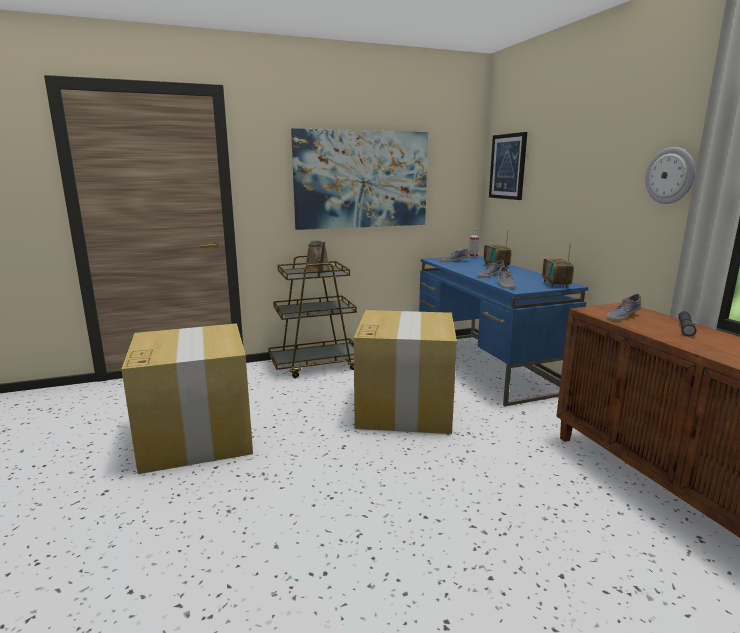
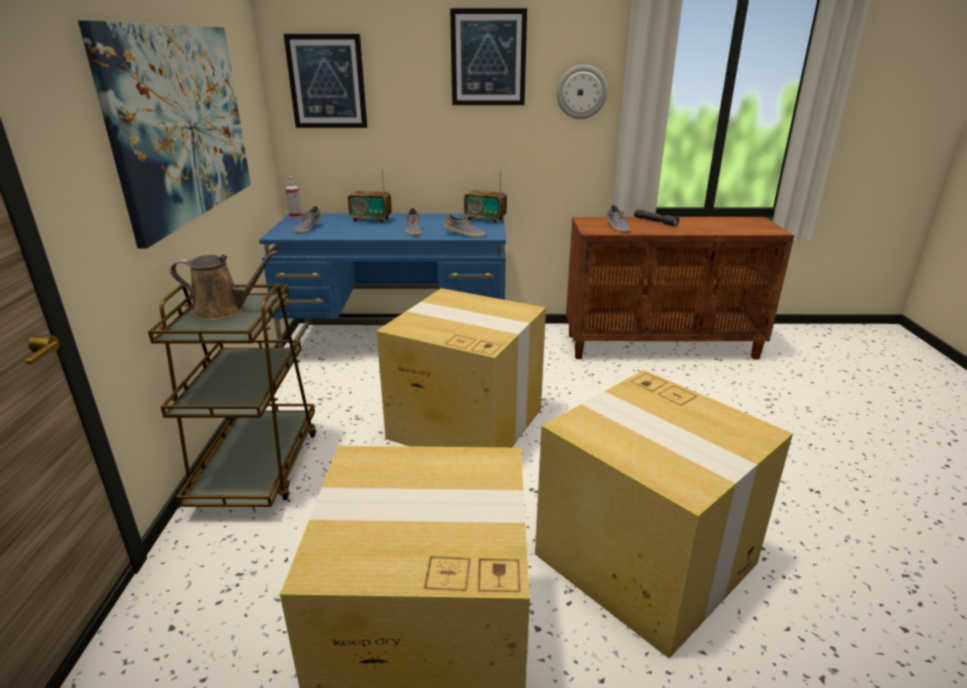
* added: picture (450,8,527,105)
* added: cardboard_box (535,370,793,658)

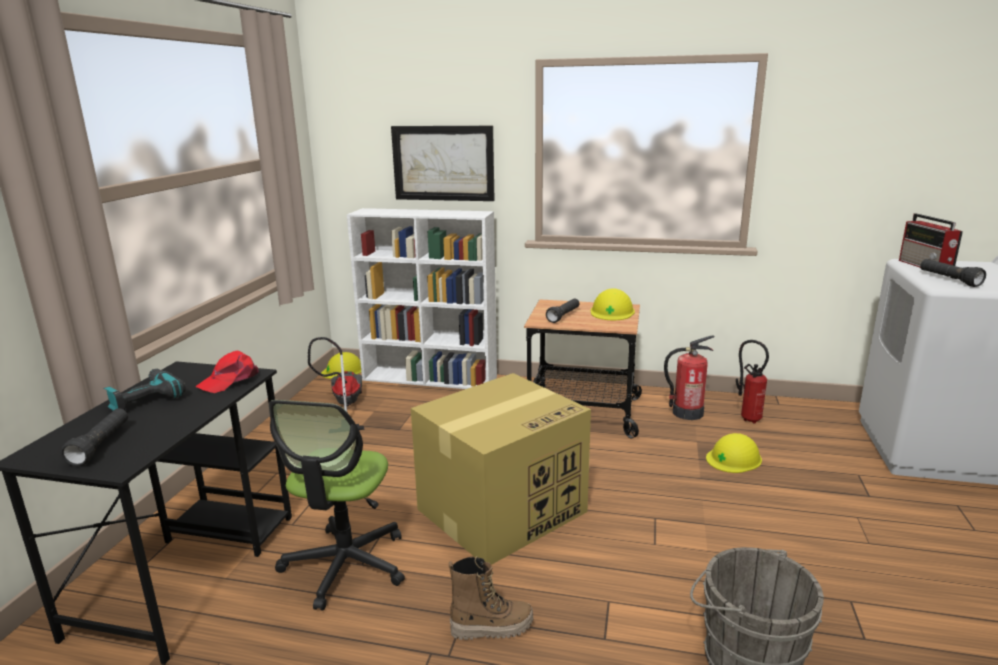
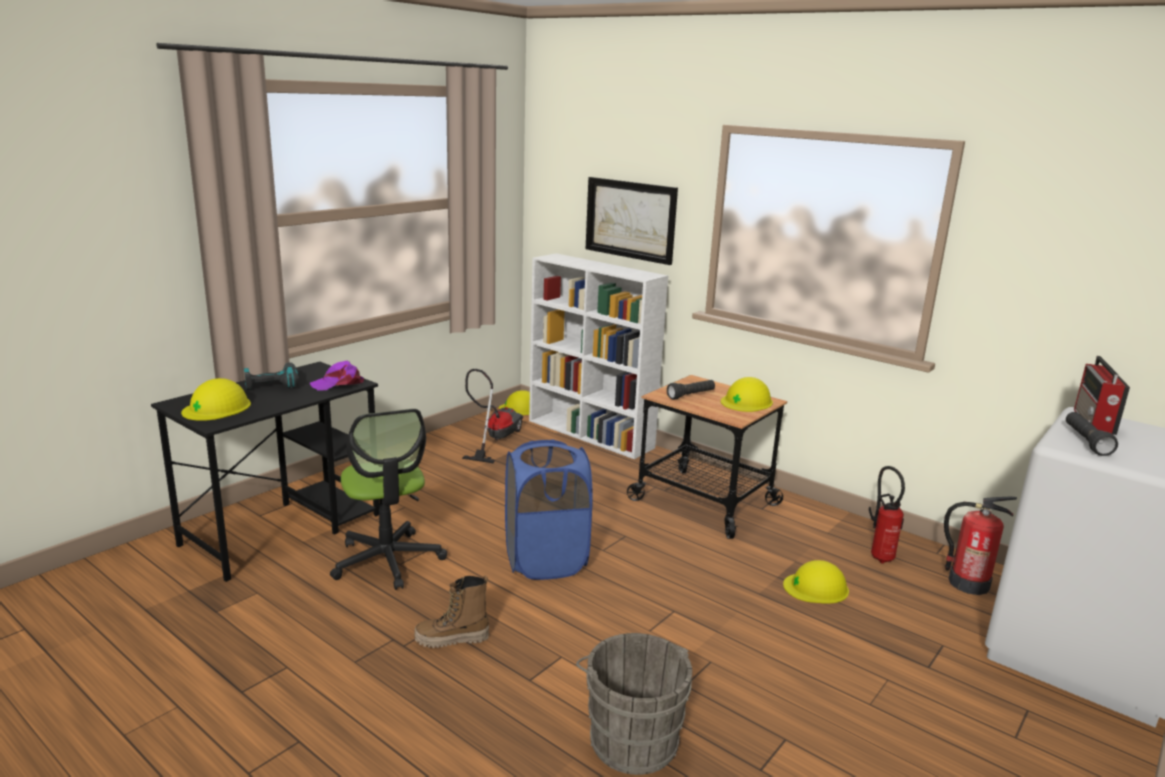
* replaced: blackish_torch (61,408,128,466) to yellowish_hard_hat (181,378,251,421)
* recoloured: red-coloured_cap (195,350,259,393) to purple_cap (309,361,364,391)
* turned: computer_chair (269,400,405,611) = (330,409,447,590) 60 degrees counterclockwise
* replaced: cardboard_box (411,373,591,565) to blue-coloured_hamper (505,439,593,580)
* turned: tall_boot (449,556,533,640) = (415,575,489,648) 150 degrees clockwise
* moved: fire_extinguisher (664,335,714,420) to (944,497,1017,595)

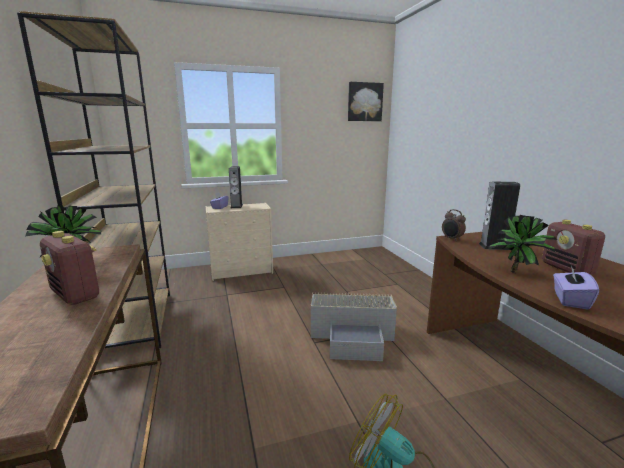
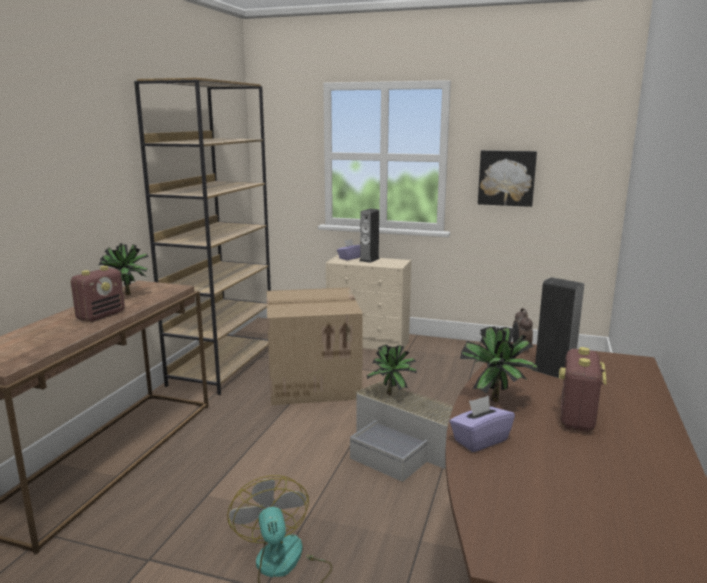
* turned: radio_receiver (40,231,99,305) = (71,266,125,322) 135 degrees counterclockwise
* moved: picture (348,82,384,121) to (478,150,537,207)
* added: cardboard_box (267,288,363,405)
* added: plant_in_a_pot (367,345,417,395)

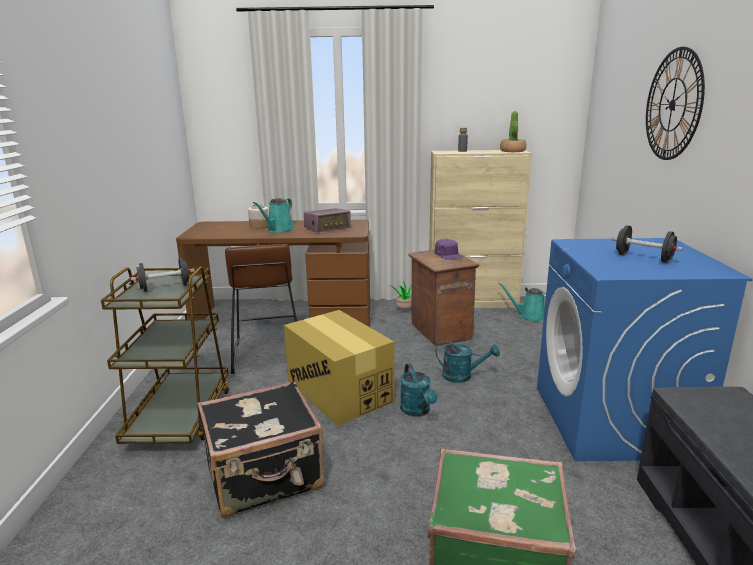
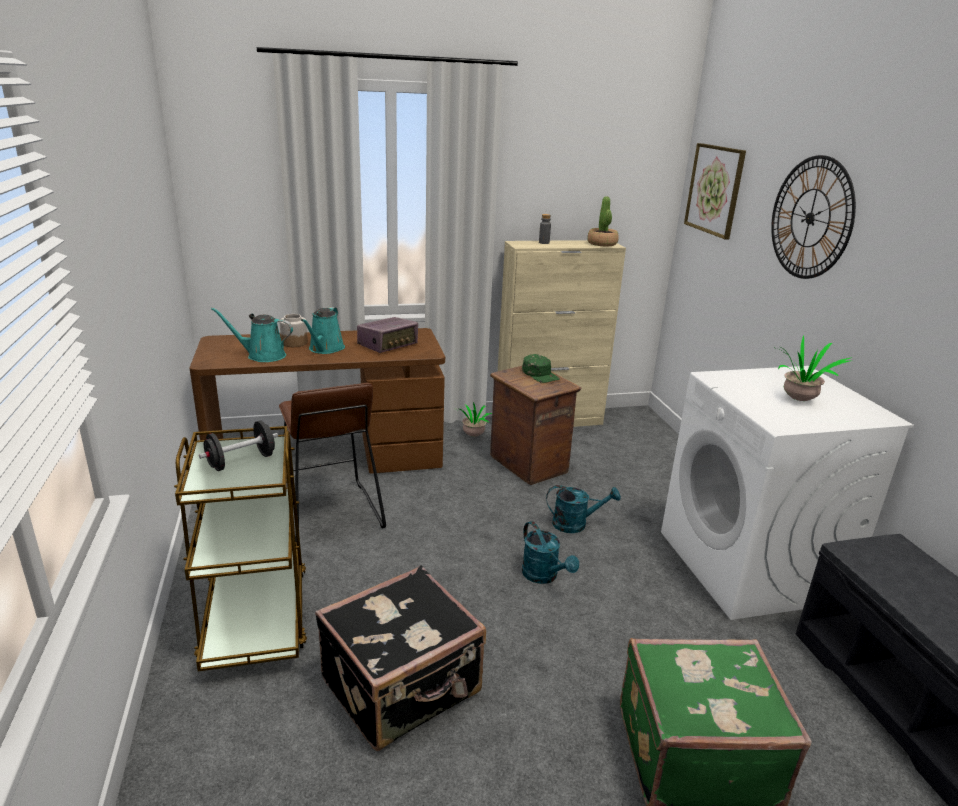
* removed: cardboard_box (284,310,395,426)
* recoloured: purple_cap (435,238,464,260) to greenish_cap (522,354,560,383)
* moved: turquoise_sprinkling_can (498,282,546,321) to (211,308,293,362)
* recoloured: blue-coloured_washing_machine (537,238,753,461) to whitish_washing_machine (661,366,914,620)
* replaced: blackish_free_weight (612,225,683,263) to plant_in_a_pot (773,336,853,401)
* added: picture (684,143,746,239)

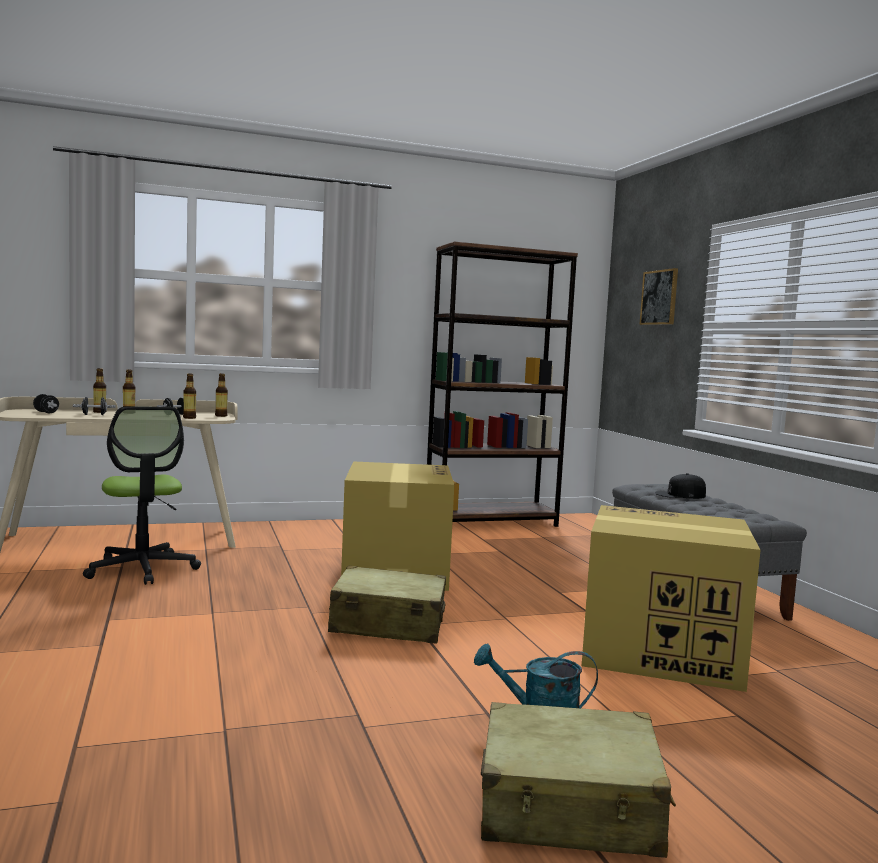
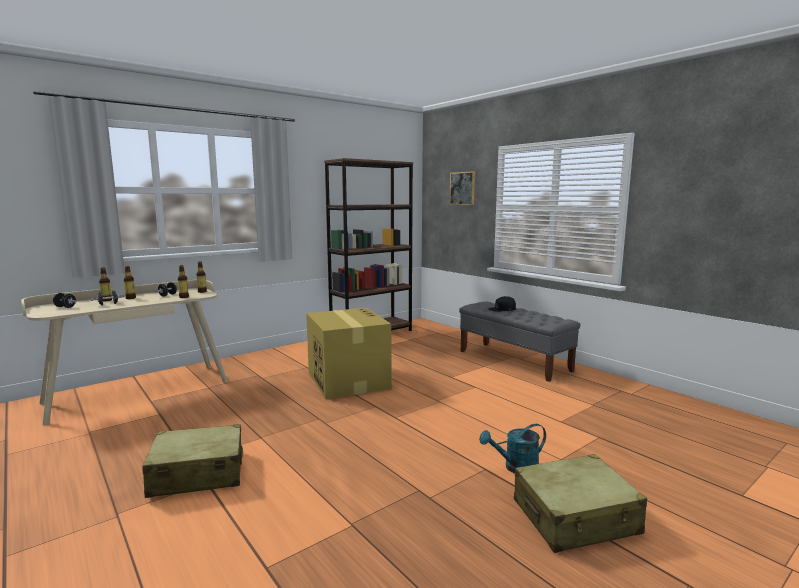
* removed: computer_chair (83,406,201,585)
* moved: beige_piece_of_luggage (328,566,446,643) to (142,424,243,498)
* removed: cardboard_box (582,505,761,692)

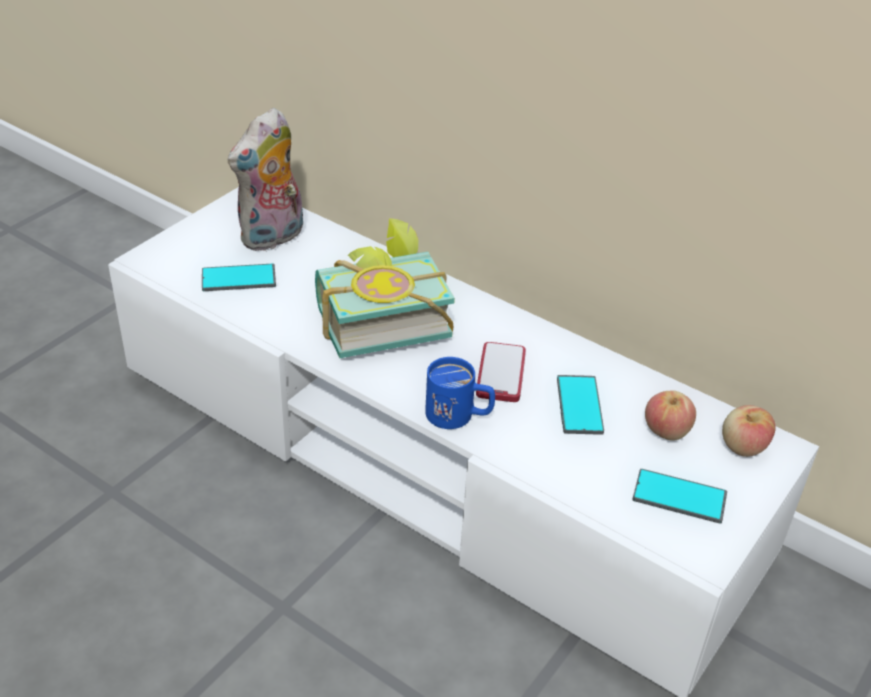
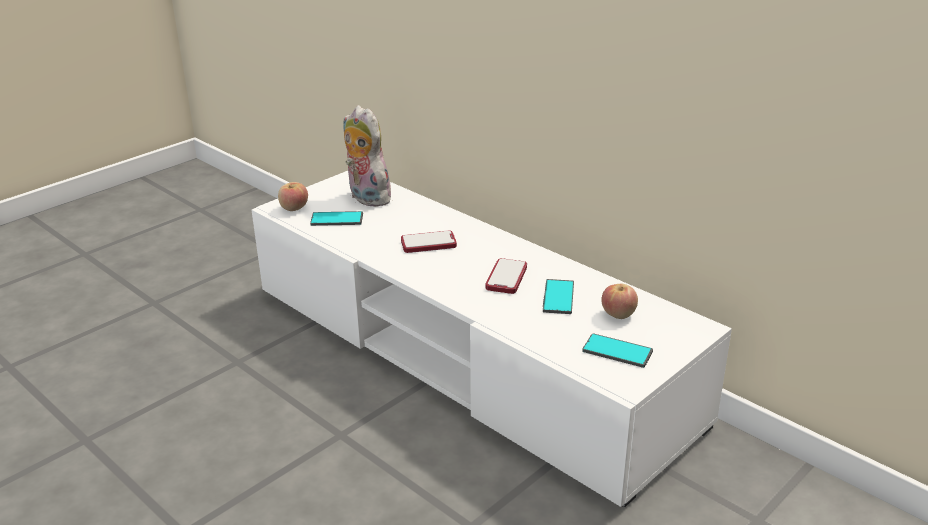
* turned: soft_toy (228,108,303,252) = (343,105,391,207) 90 degrees clockwise
* replaced: volume (315,219,455,358) to phone (401,230,457,253)
* removed: blue-coloured_mug (425,357,495,429)
* moved: whole_apple (722,405,776,457) to (278,182,308,211)

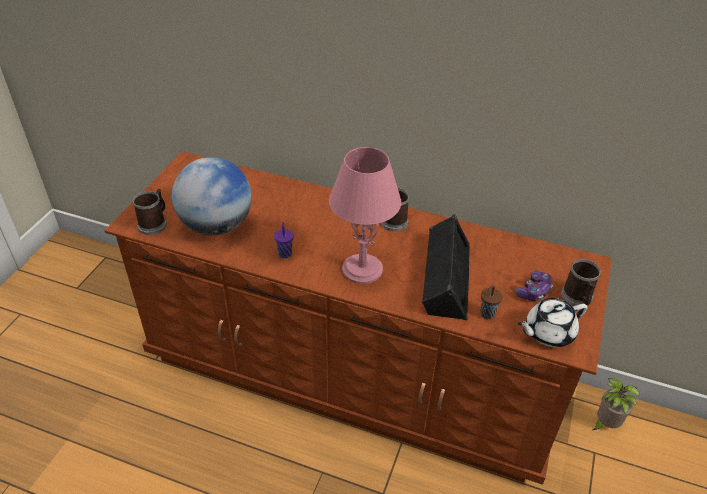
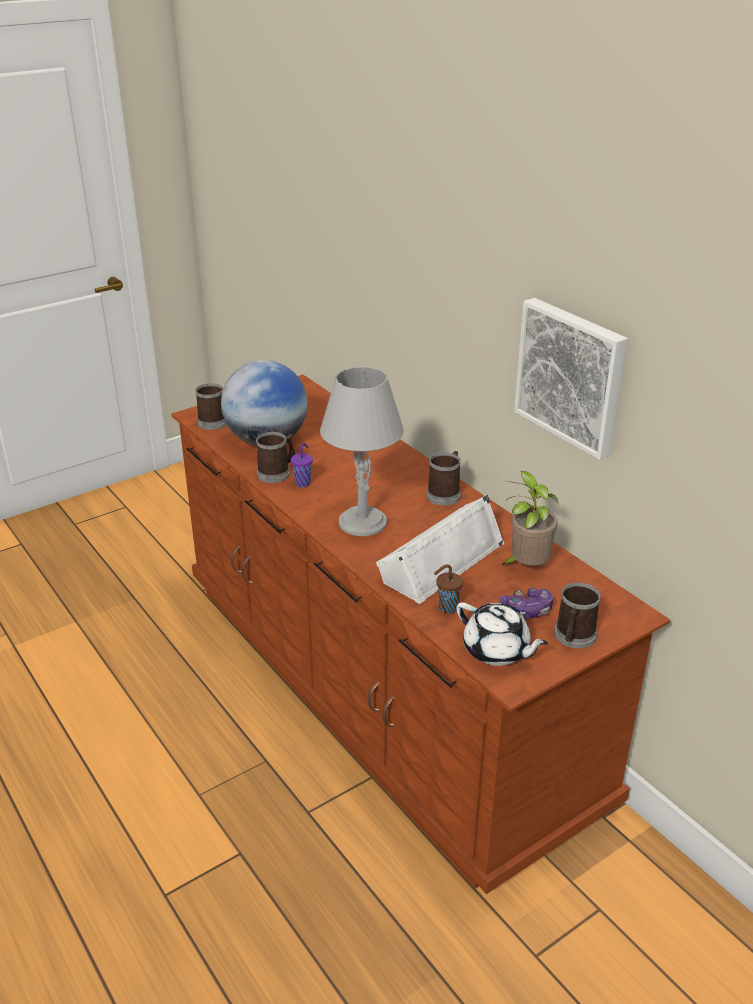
* recoloured: pink_lamp_for_a_table (329,147,401,284) to gray_lamp_for_a_table (320,367,404,536)
* recoloured: blackish_speaker (422,214,470,320) to whitish_speaker (376,494,504,604)
* turned: whitish_teapot (518,298,588,347) = (457,602,548,666) 150 degrees counterclockwise
* moved: plant_in_a_pot (593,378,640,430) to (501,471,558,566)
* added: mug (256,432,295,483)
* added: picture (514,298,628,460)

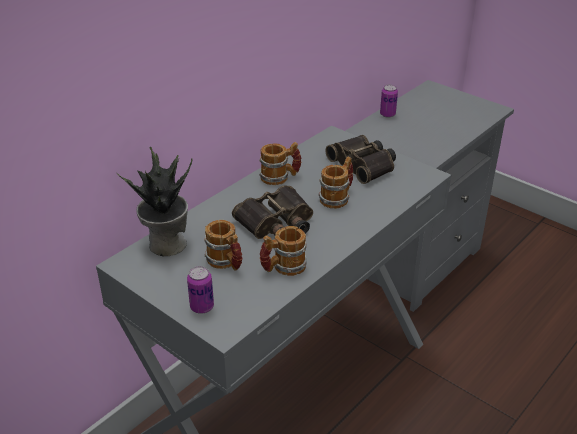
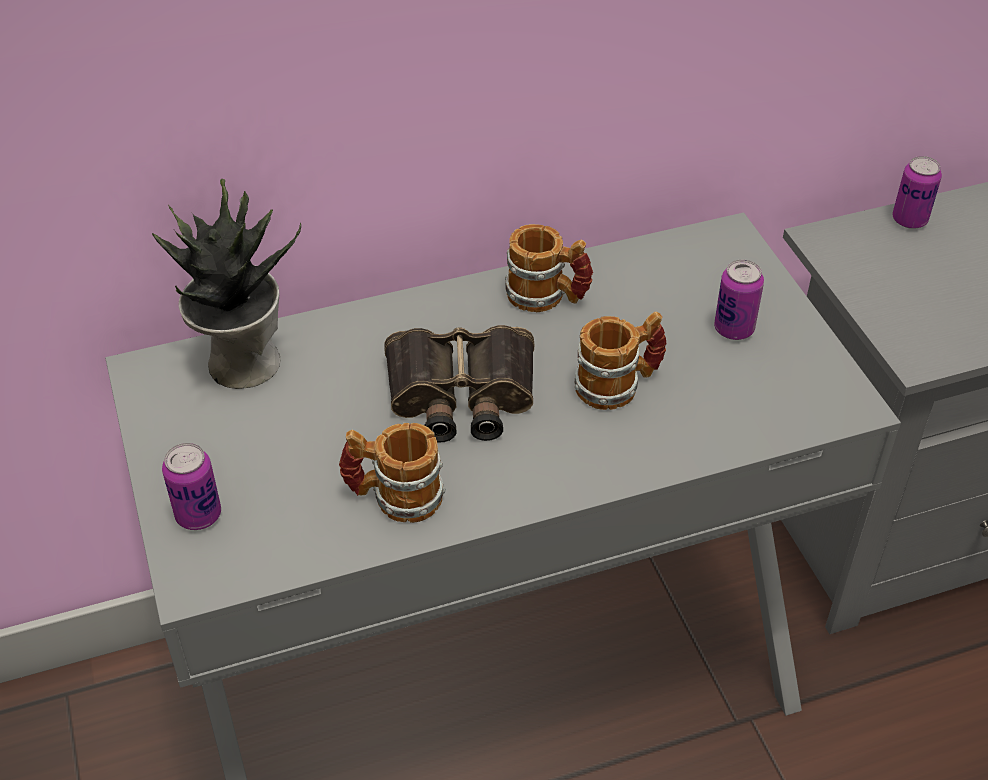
* removed: mug (204,220,242,271)
* replaced: field_glasses (325,135,396,184) to can (714,260,764,340)

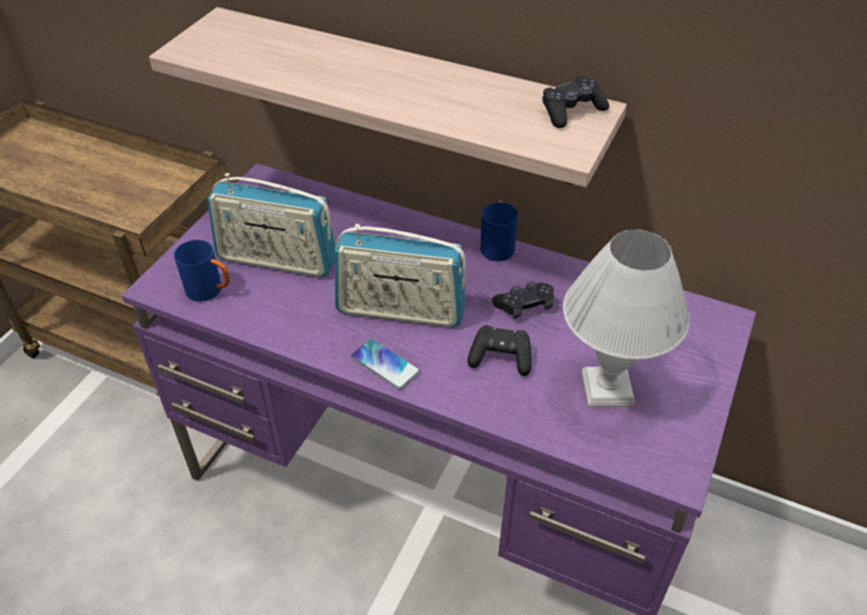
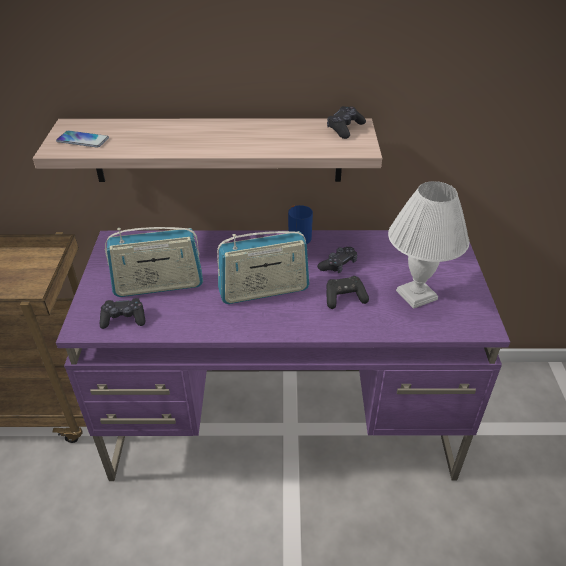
* replaced: blue-coloured_mug (174,240,230,302) to blackish_game_controller (100,298,145,329)
* moved: phone (351,339,420,390) to (56,131,109,148)

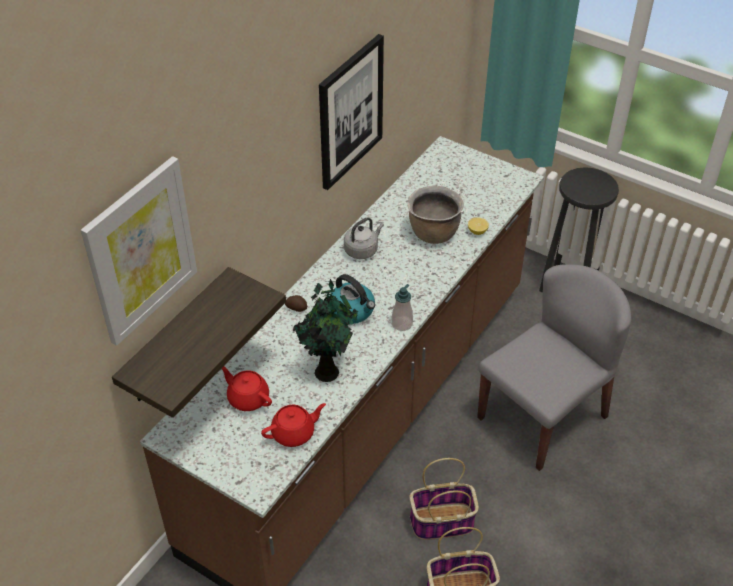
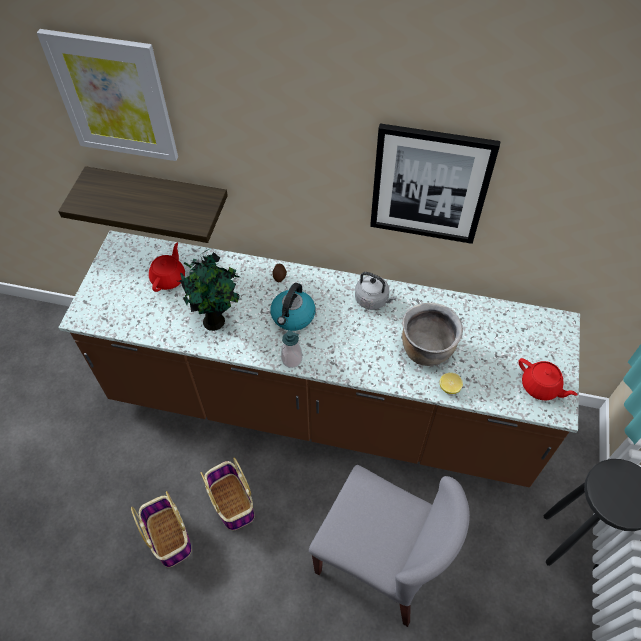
* moved: red-coloured_teapot (261,403,326,447) to (518,358,578,400)

